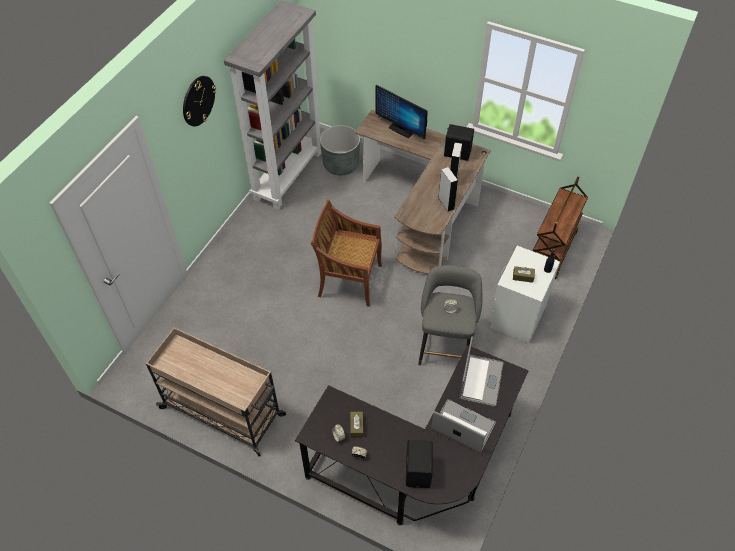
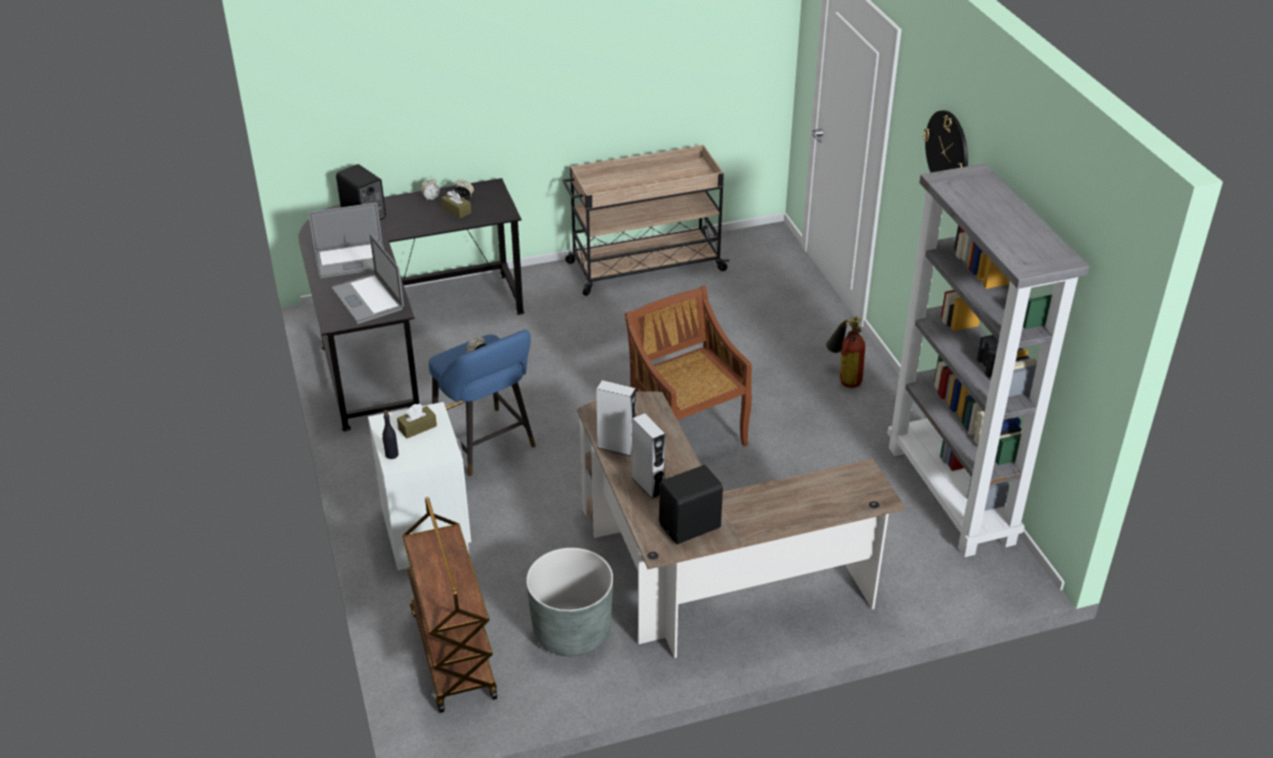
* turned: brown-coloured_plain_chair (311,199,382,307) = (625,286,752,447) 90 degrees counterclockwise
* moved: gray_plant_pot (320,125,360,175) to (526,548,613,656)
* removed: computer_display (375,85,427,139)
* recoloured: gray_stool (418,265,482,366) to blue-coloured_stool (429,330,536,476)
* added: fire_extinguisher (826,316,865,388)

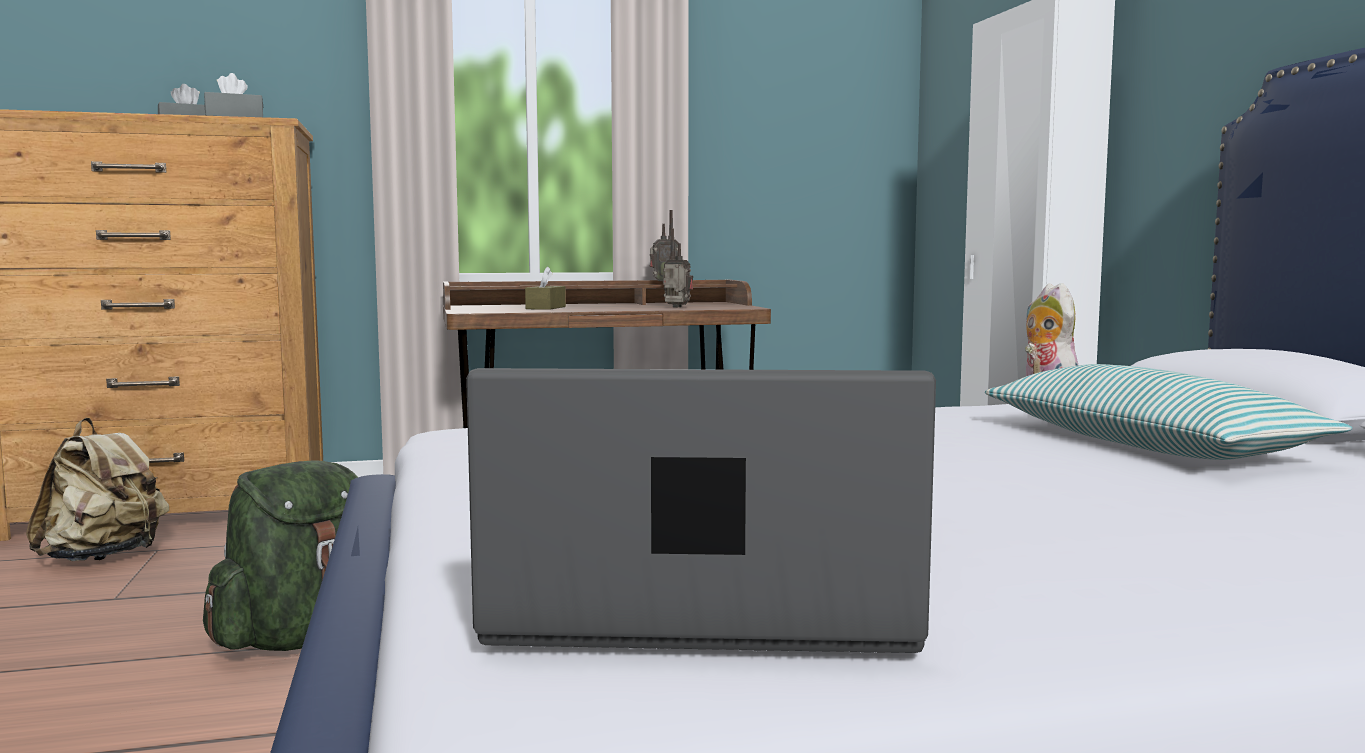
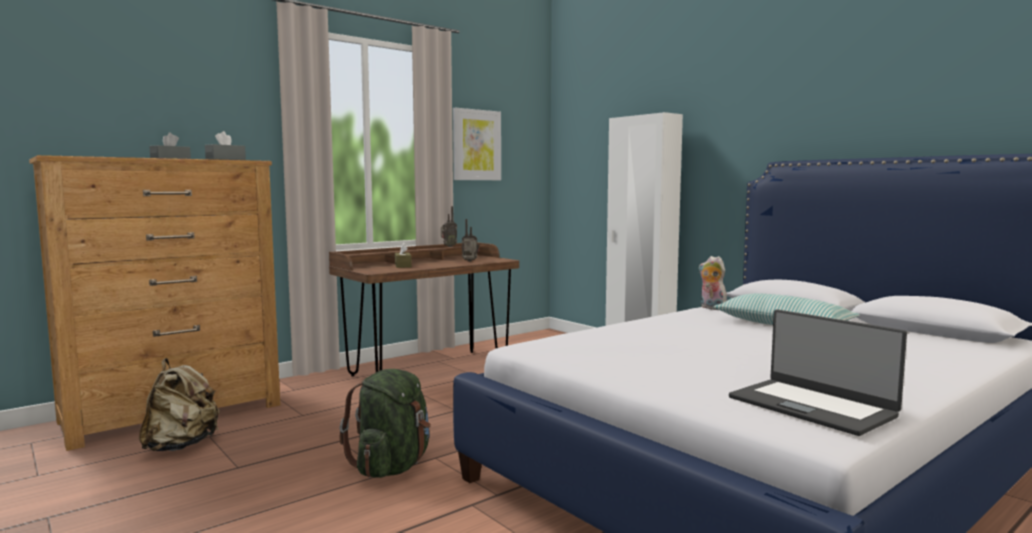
* turned: portable_computer (466,368,936,653) = (729,309,907,436) 105 degrees counterclockwise
* added: picture (453,108,501,180)

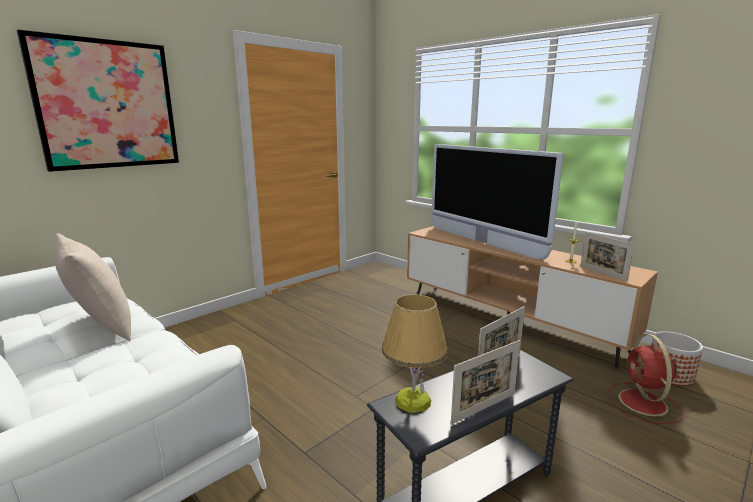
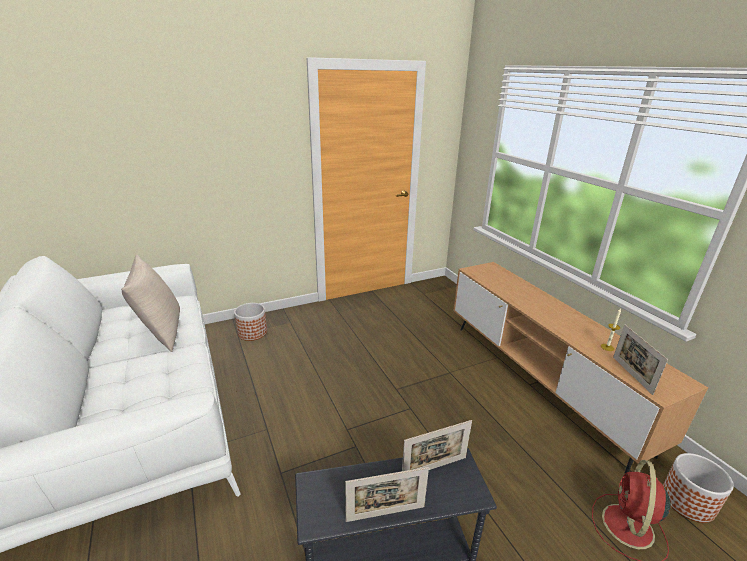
* removed: picture (17,29,179,172)
* removed: lamp_for_a_table (382,294,448,413)
* removed: TV_set (431,144,564,260)
* added: plant_pot (234,303,267,341)

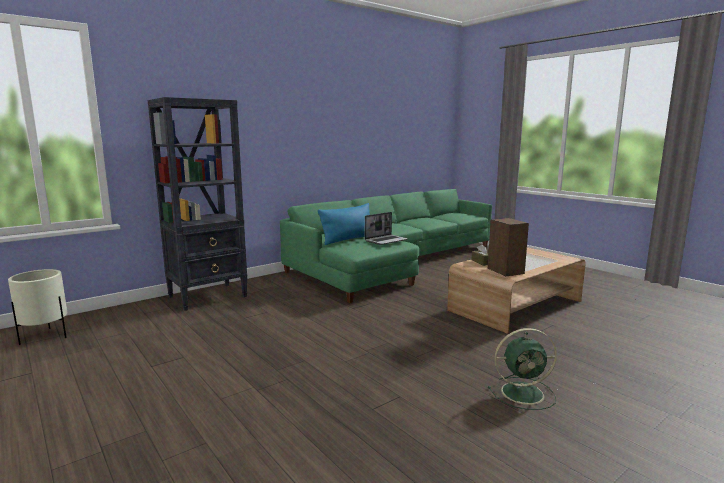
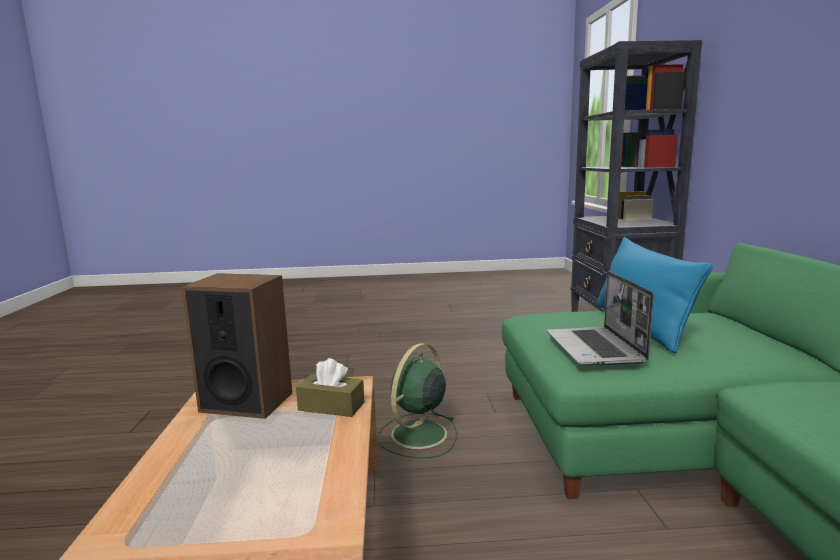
* removed: beige_plant_pot (8,269,67,345)
* moved: greenish_fan (488,328,557,410) to (377,343,457,458)

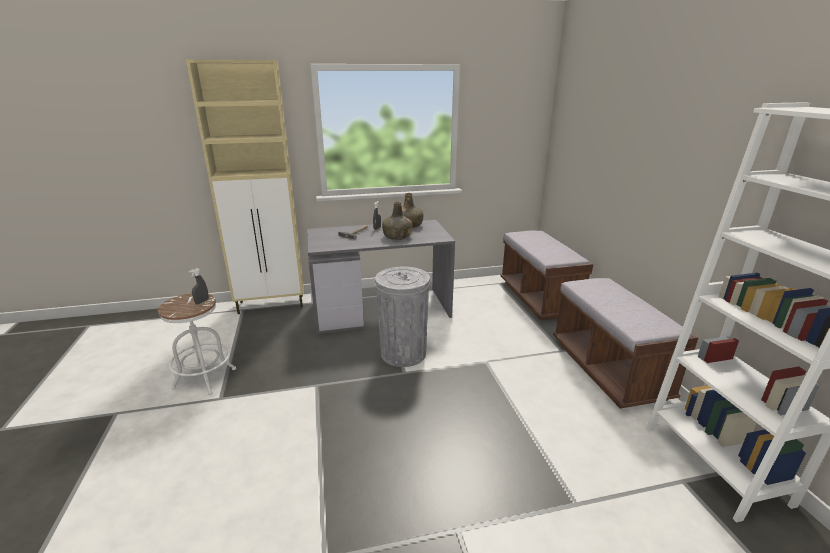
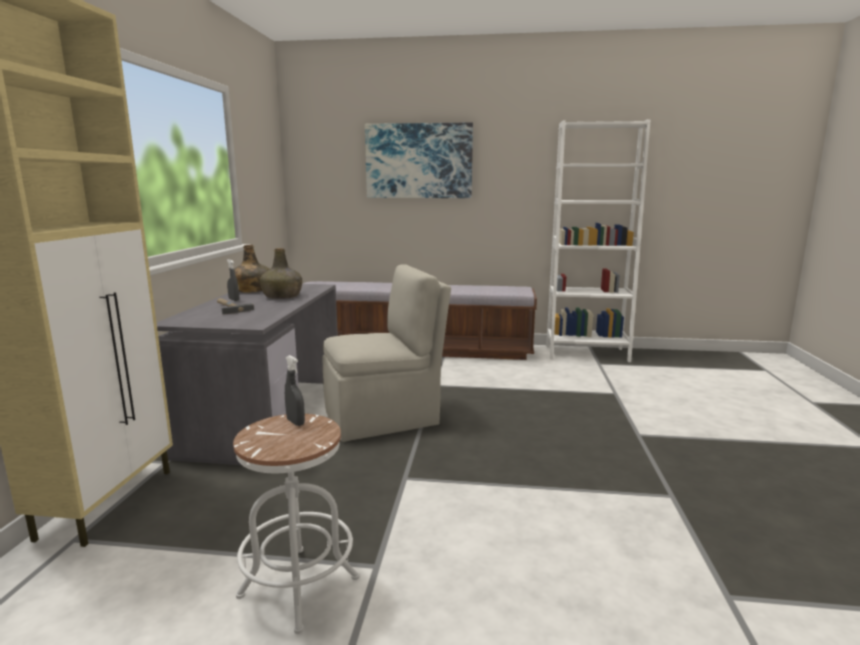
* replaced: gray_trash_can (375,267,430,367) to beige_plain_chair (322,264,451,442)
* added: picture (365,122,473,198)

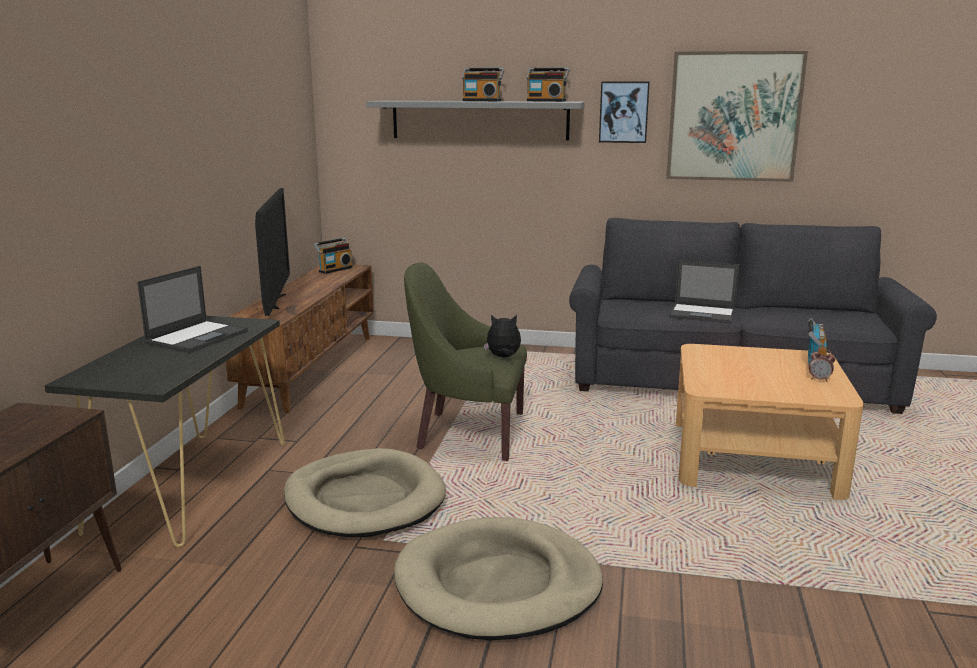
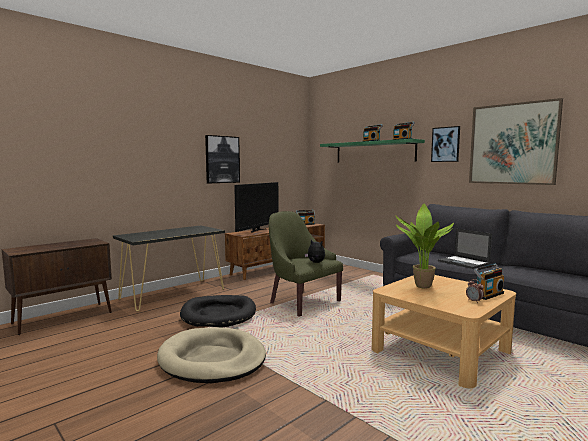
* removed: portable_computer (137,266,248,353)
* recoloured: beige_dog_bed (284,448,446,538) to blackish_dog_bed (180,295,256,328)
* recoloured: gray_bracket_shelf (367,100,585,140) to greenish_bracket_shelf (320,139,425,162)
* added: picture (205,135,240,183)
* added: plant_in_a_pot (395,204,454,289)

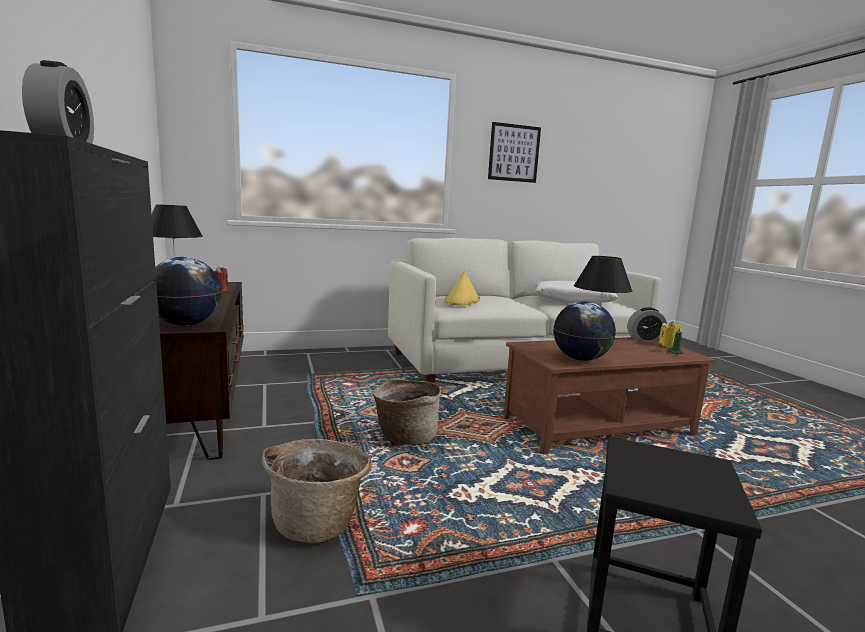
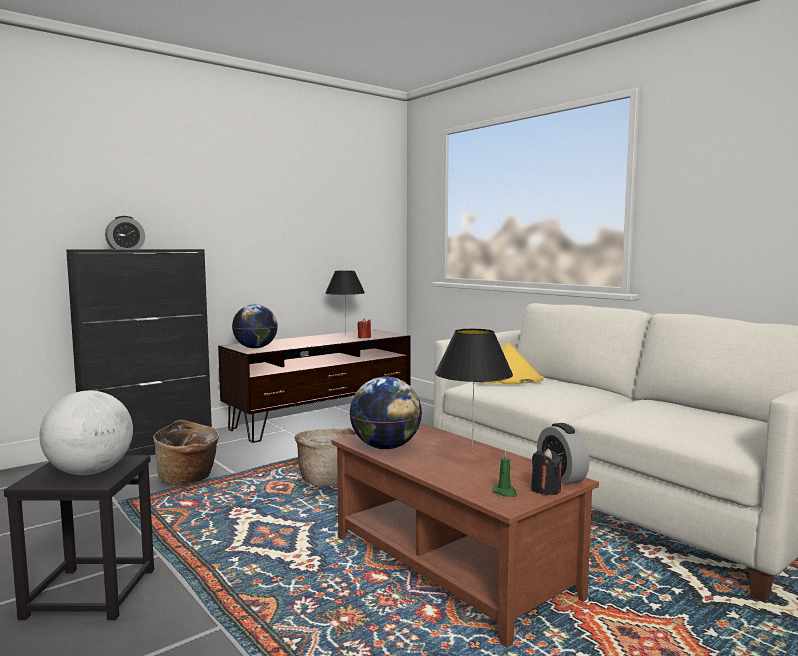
* removed: picture (488,122,541,183)
* removed: whitish_throw_pillow (535,281,618,303)
* recoloured: yellowish_wax_light (658,321,681,348) to blackish_wax_light (531,449,563,495)
* added: desk_globe (39,391,133,475)

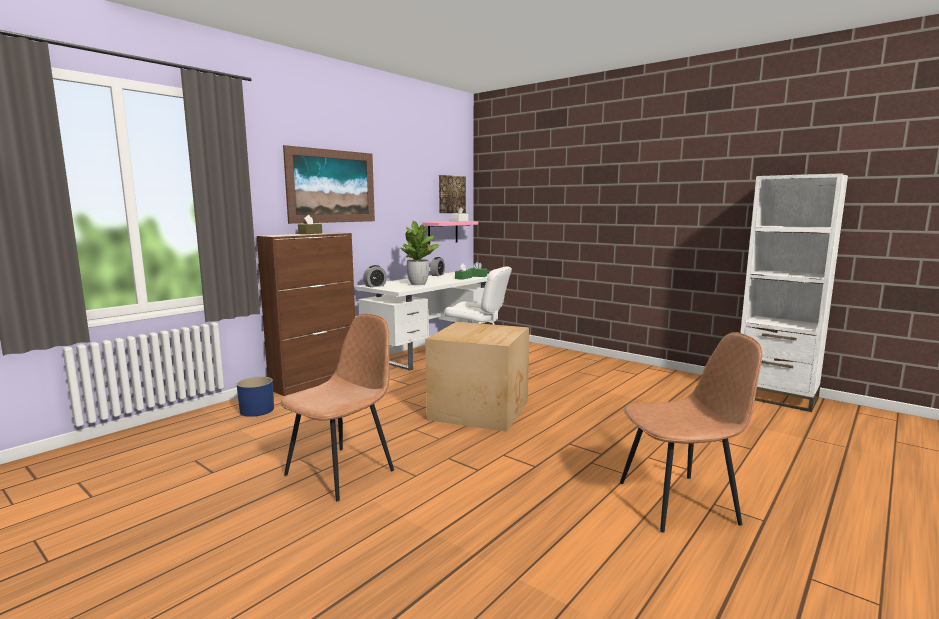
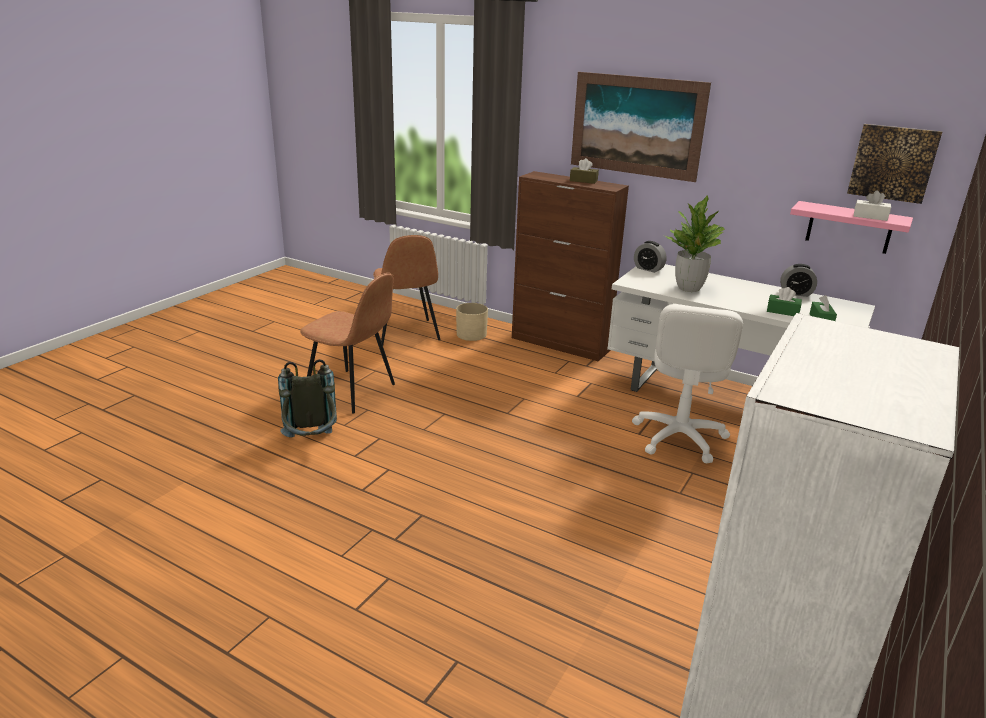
* recoloured: blue-coloured_plant_pot (237,377,274,417) to beige_plant_pot (456,303,488,341)
* removed: cardboard_box (425,322,529,432)
* moved: brown-coloured_plain_chair (620,332,762,533) to (373,235,441,345)
* added: gray_rucksack (278,359,337,437)

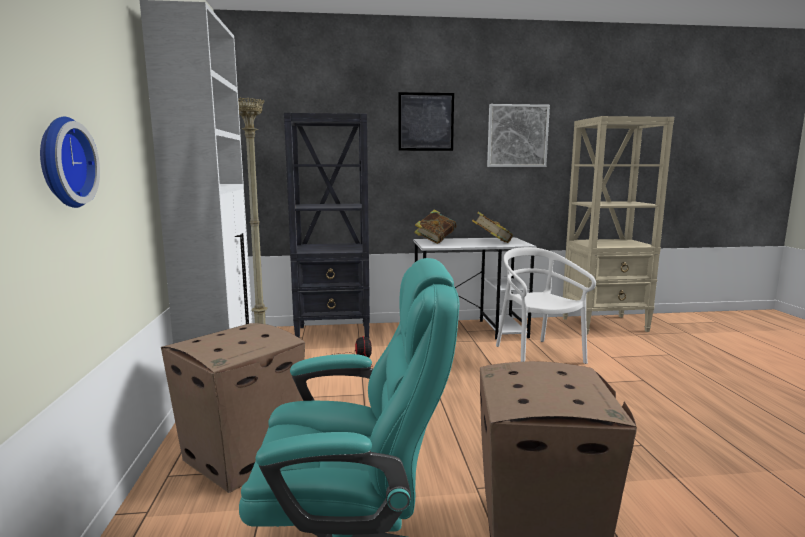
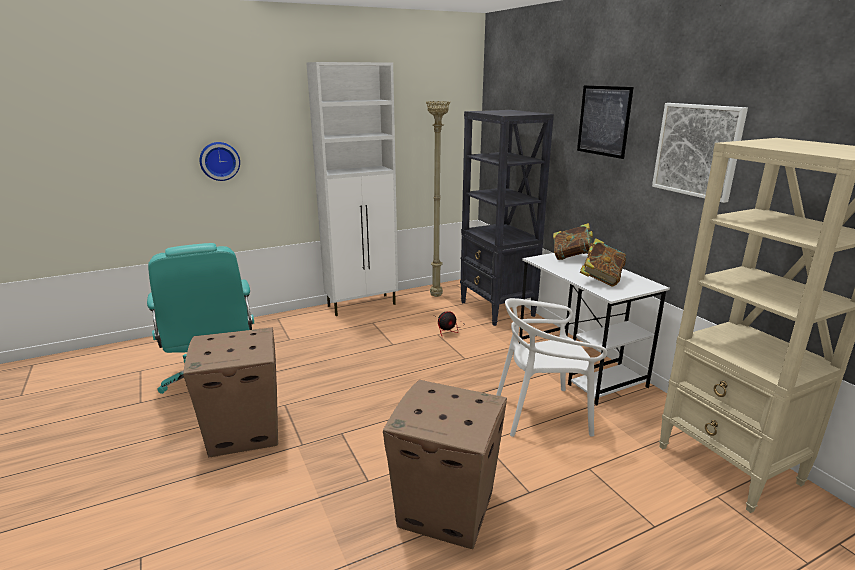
* moved: cardboard_box (161,323,305,493) to (383,380,507,549)
* turned: whitish_plain_chair (496,247,596,364) = (496,298,607,437) 150 degrees counterclockwise

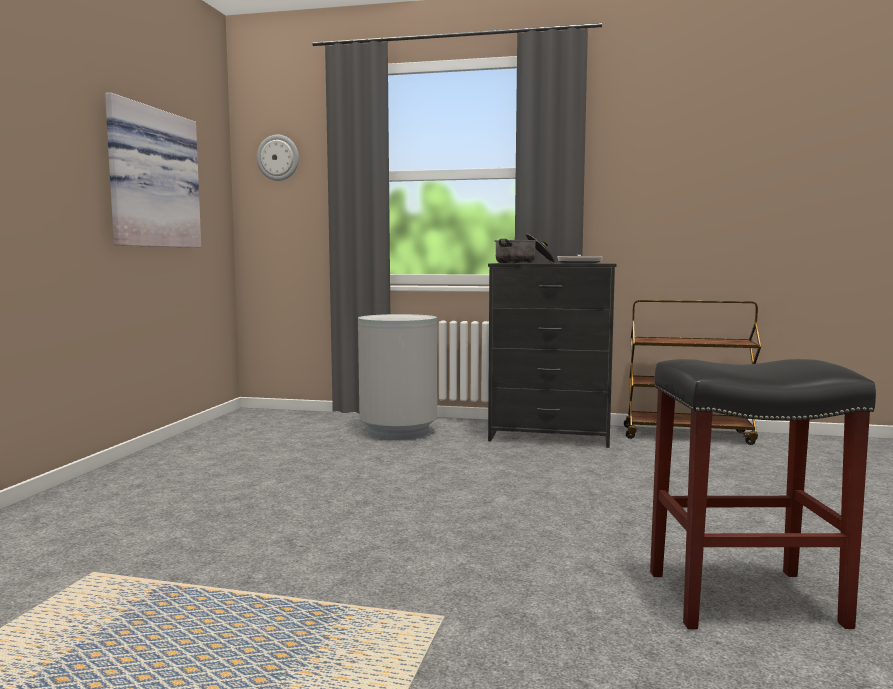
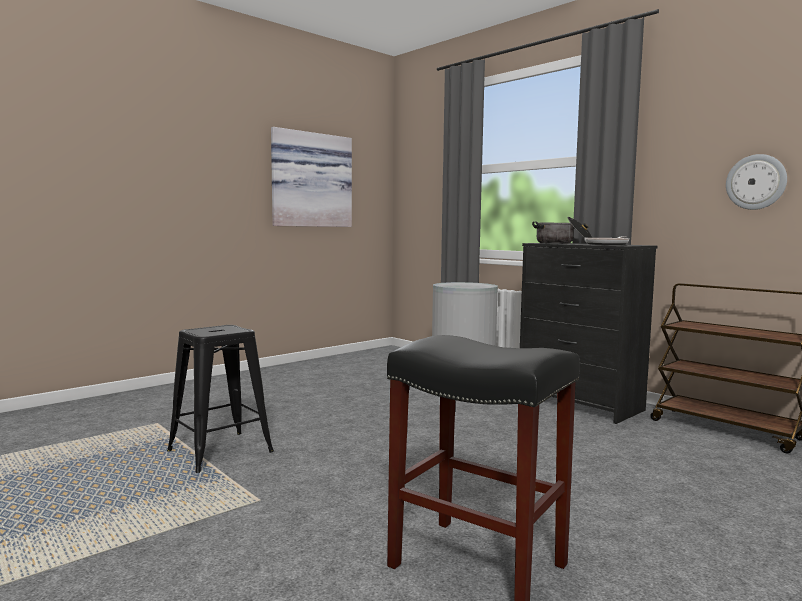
* moved: clock_on_the_wall (257,135,299,181) to (726,154,787,210)
* added: blackish_stool (167,325,274,473)

